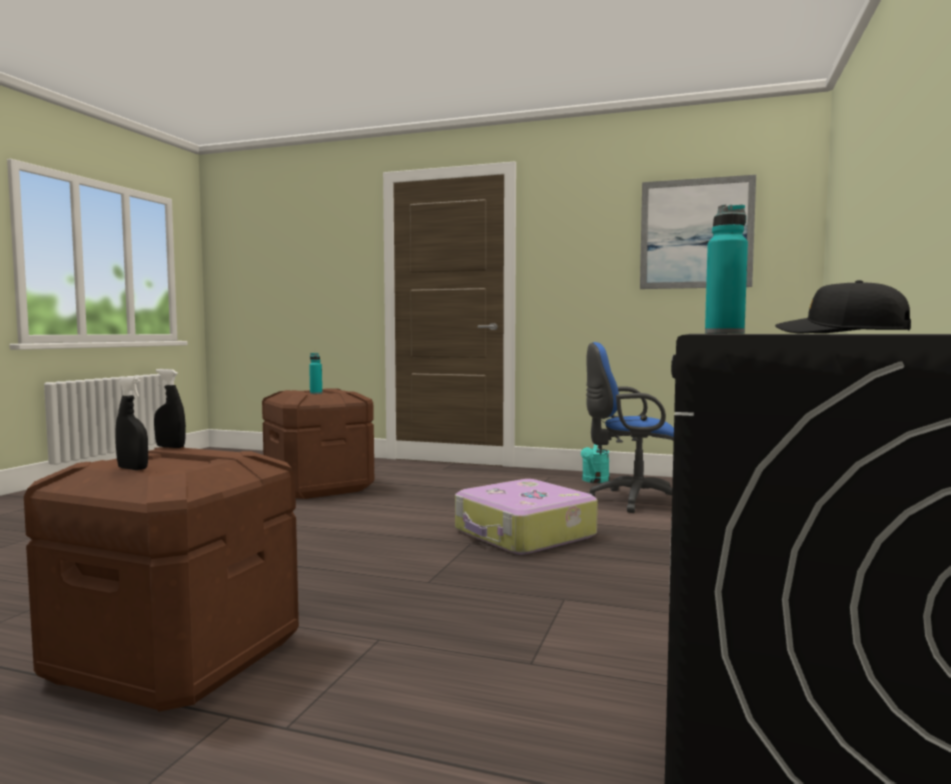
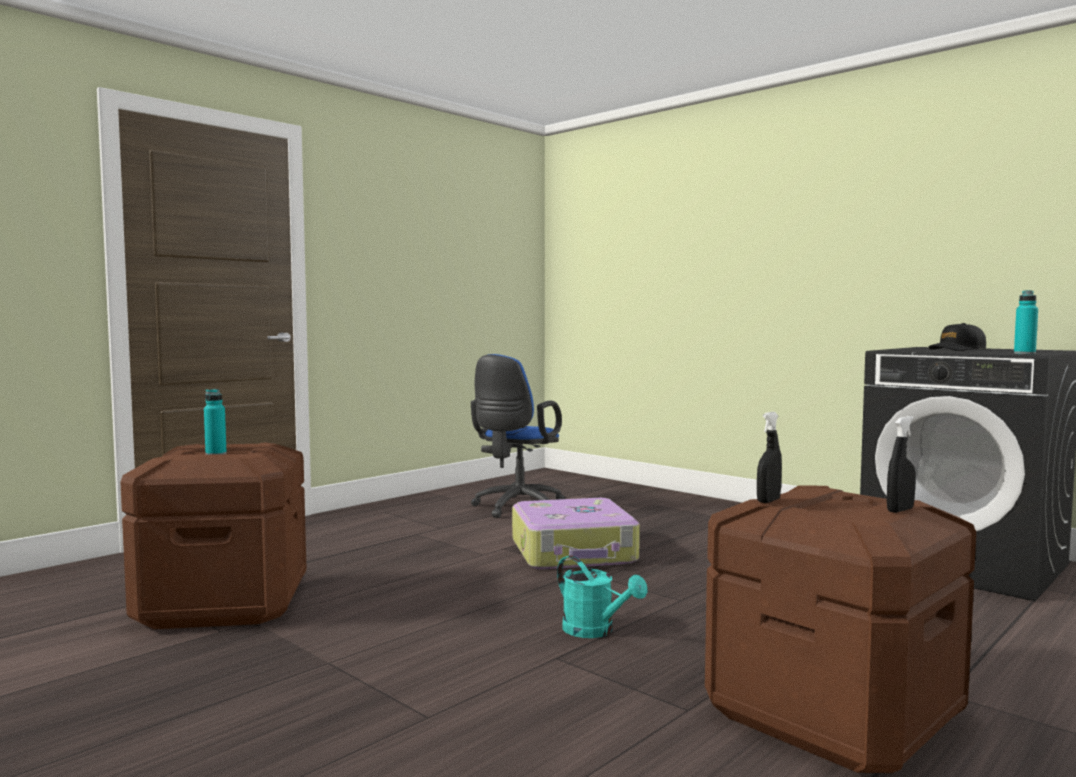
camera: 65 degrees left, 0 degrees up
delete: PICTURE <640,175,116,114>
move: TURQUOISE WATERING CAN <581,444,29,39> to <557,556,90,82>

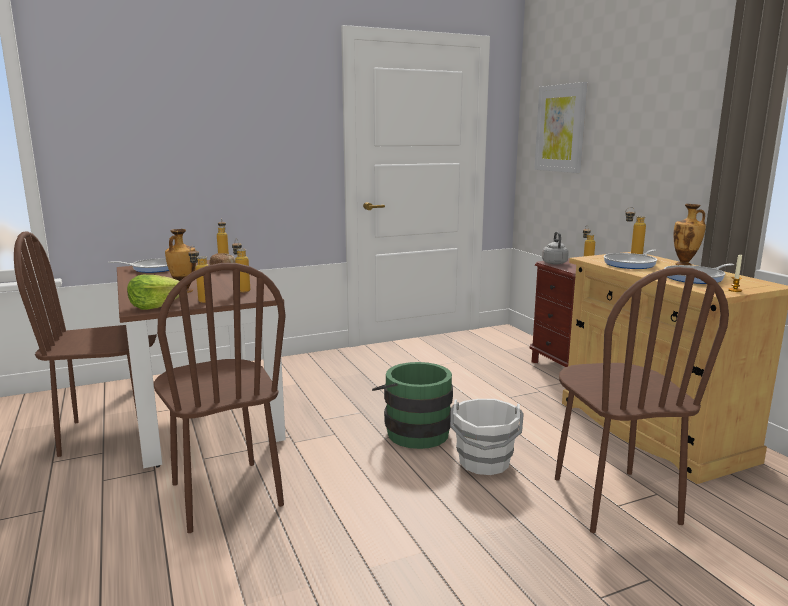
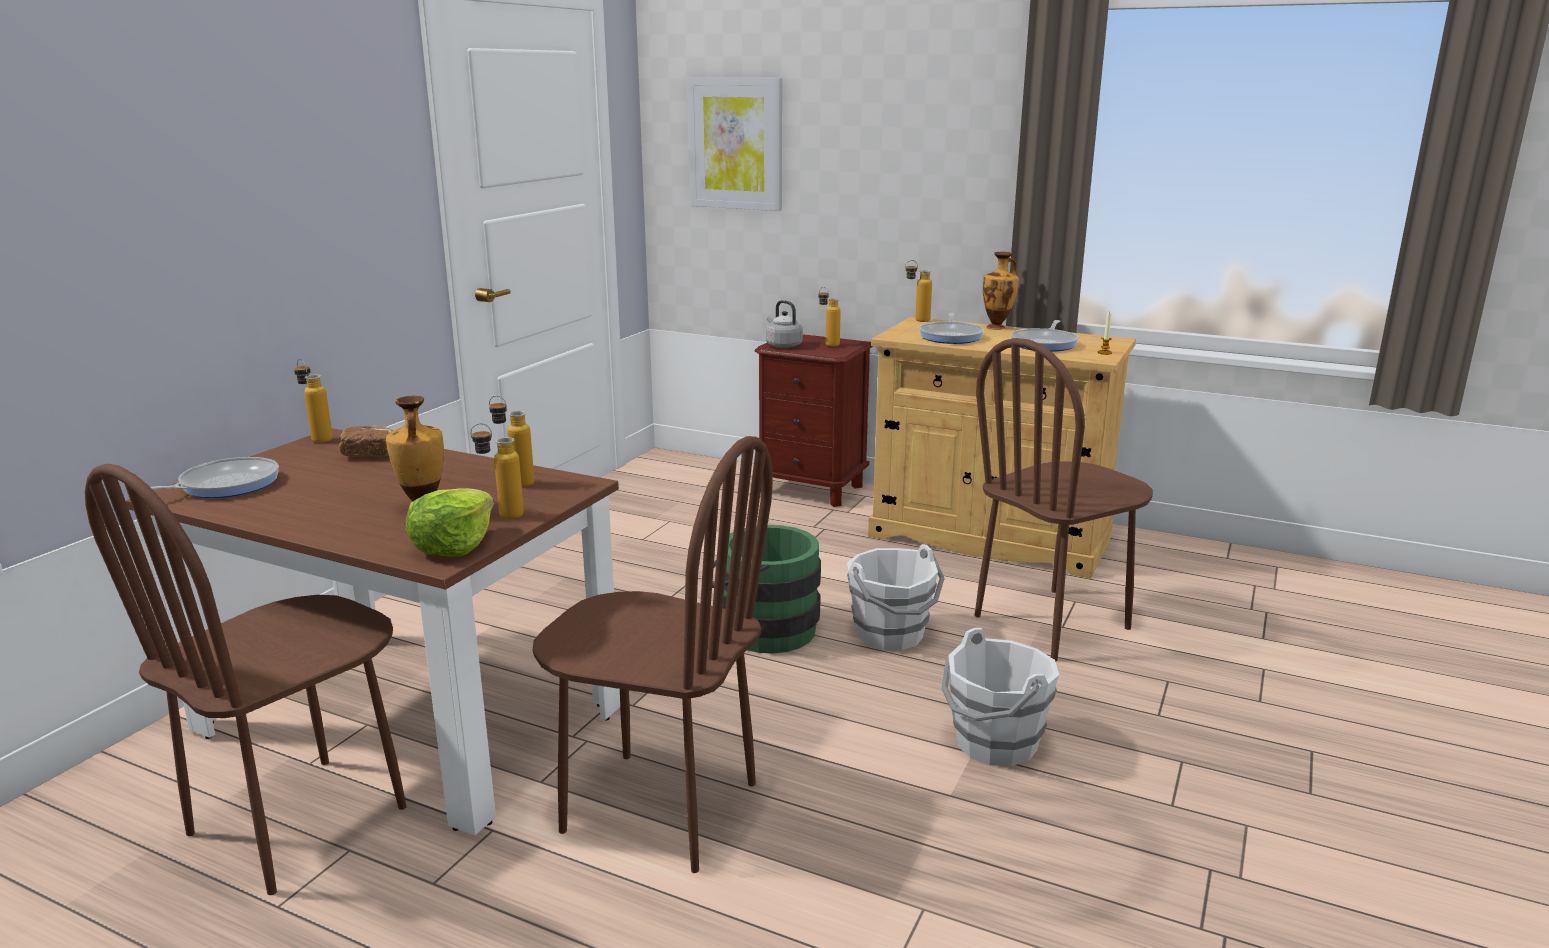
camera: 40 degrees left, 5 degrees up
insert: WHITE BUCKET <942,628,117,138>
rotate: BROWN CHAIR <555,267,174,266> = <975,338,178,324> 105 degrees clockwise

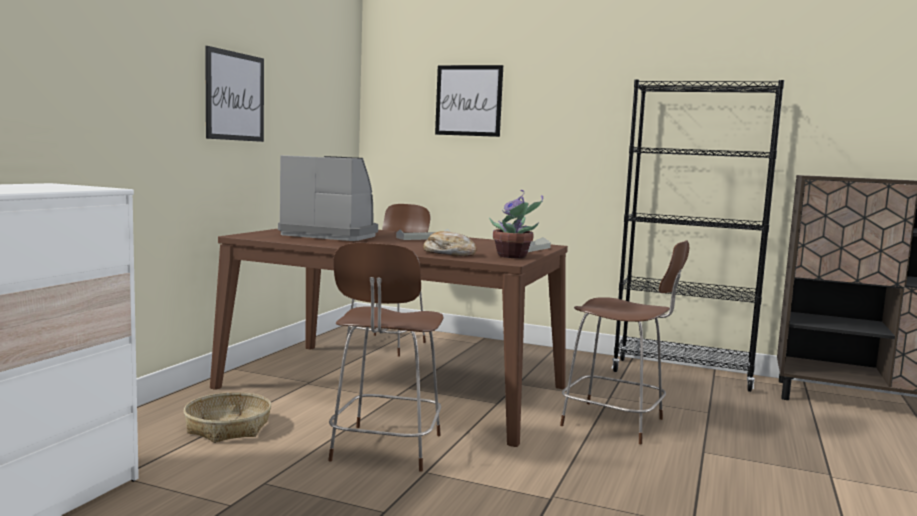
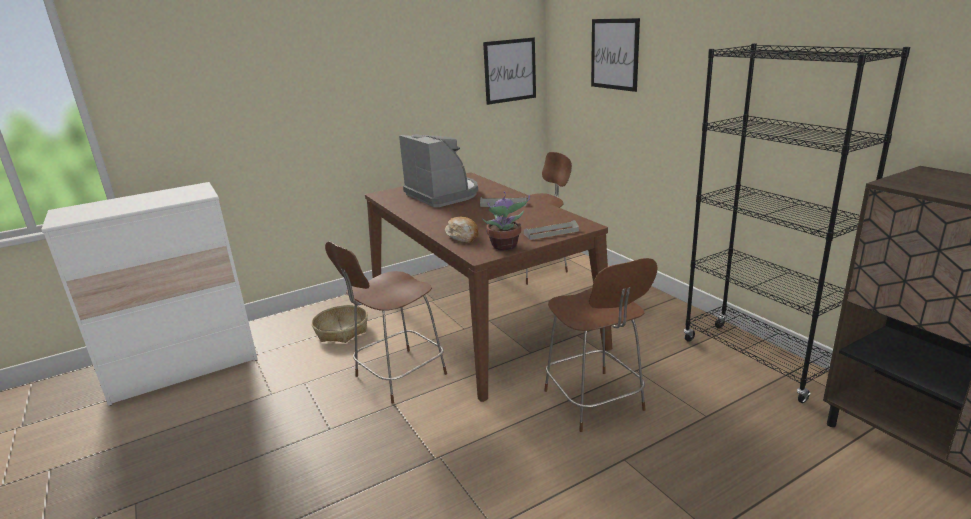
camera: 40 degrees right, 15 degrees up
move: PICTURE <205,46,59,96> to <483,37,53,68>

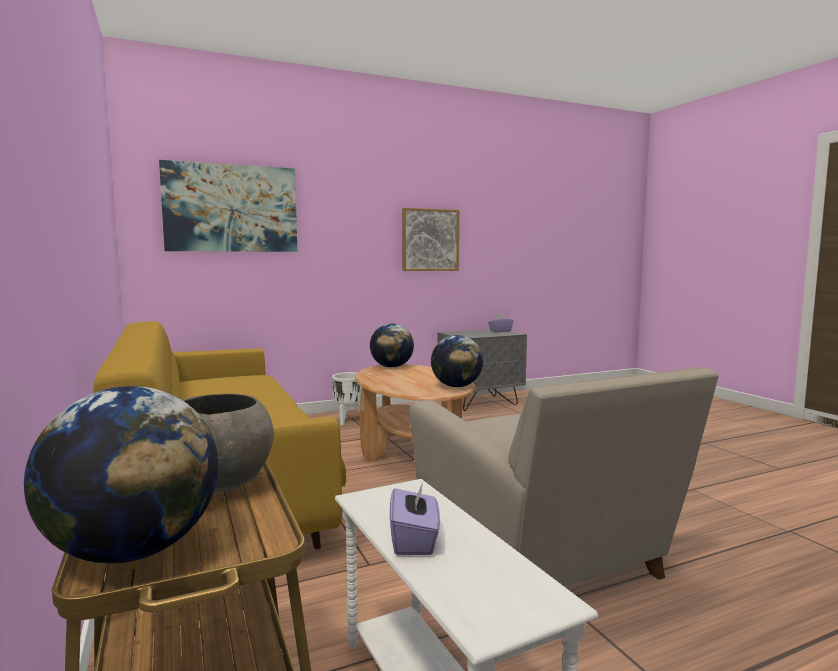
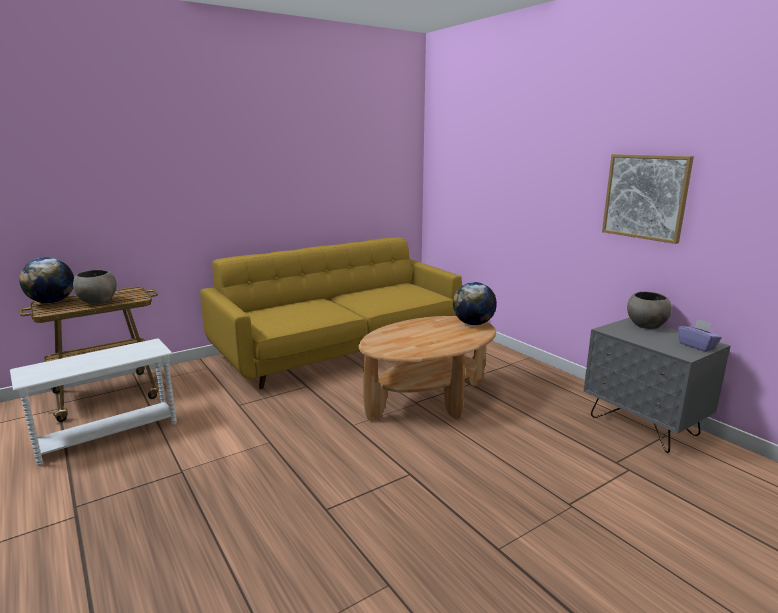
camera: 80 degrees right, 10 degrees up
delete: PICTURE <159,160,138,92>; WHITE PLANTER <332,372,30,53>; PURPLE TISSUE BOX <390,484,50,71>; BEIGE ARMCHAIR <409,367,310,220>; GLOBE <431,335,52,52>
insert: GREY BOWL <627,291,45,38>

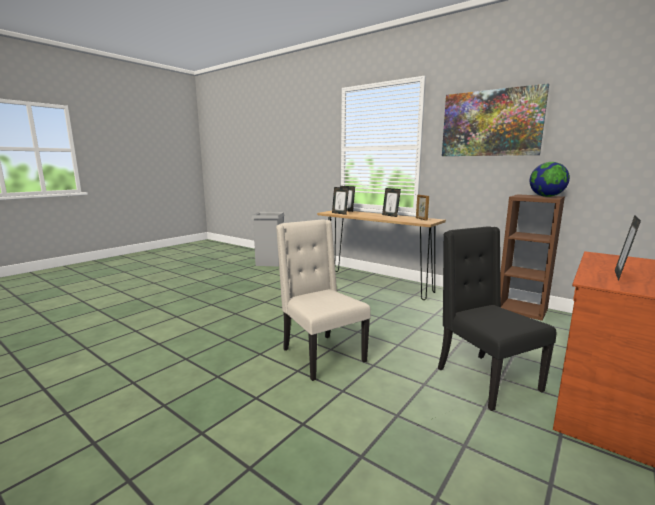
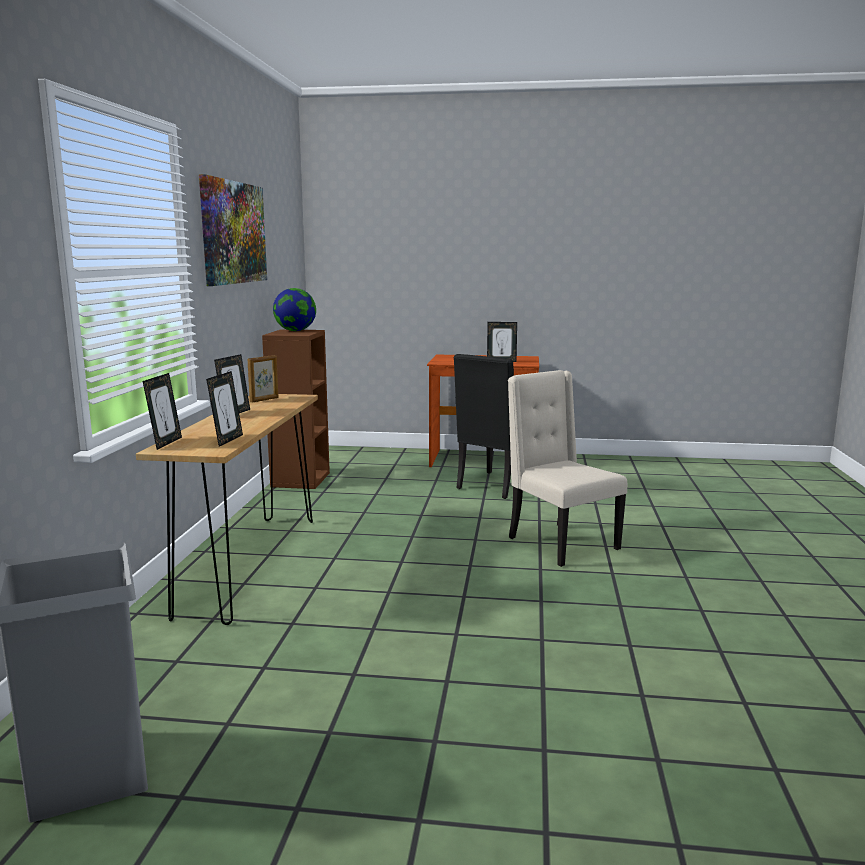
camera: 120 degrees left, 0 degrees up
rotate: BEIGE CHAIR <276,220,95,161> = <508,370,119,197> 120 degrees clockwise

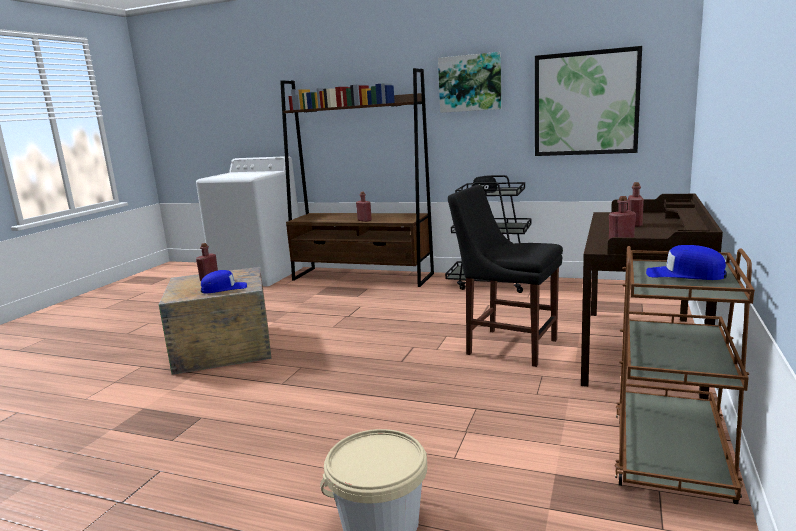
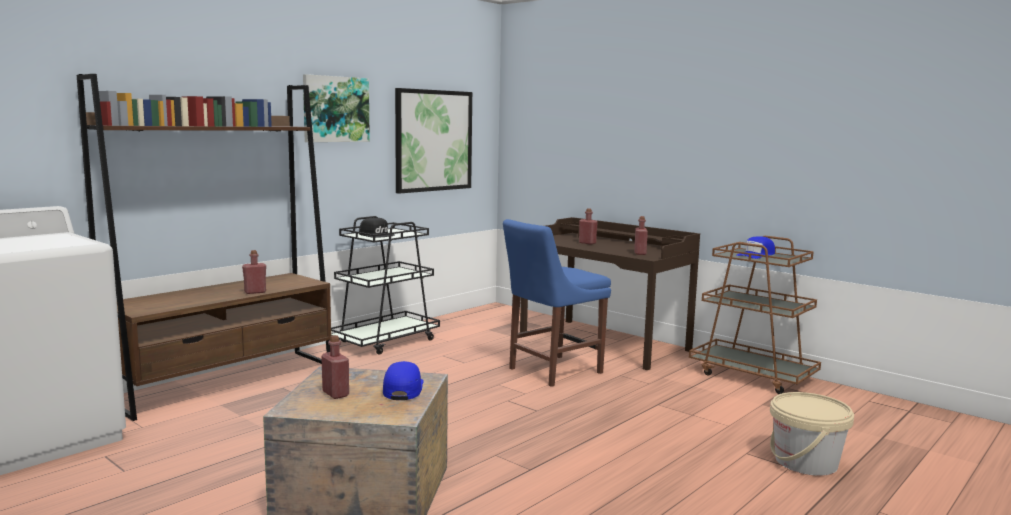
camera: 70 degrees left, 5 degrees down
recolor: BLACK CHAIR <448,185,115,182> to BLUE CHAIR <503,219,108,168>

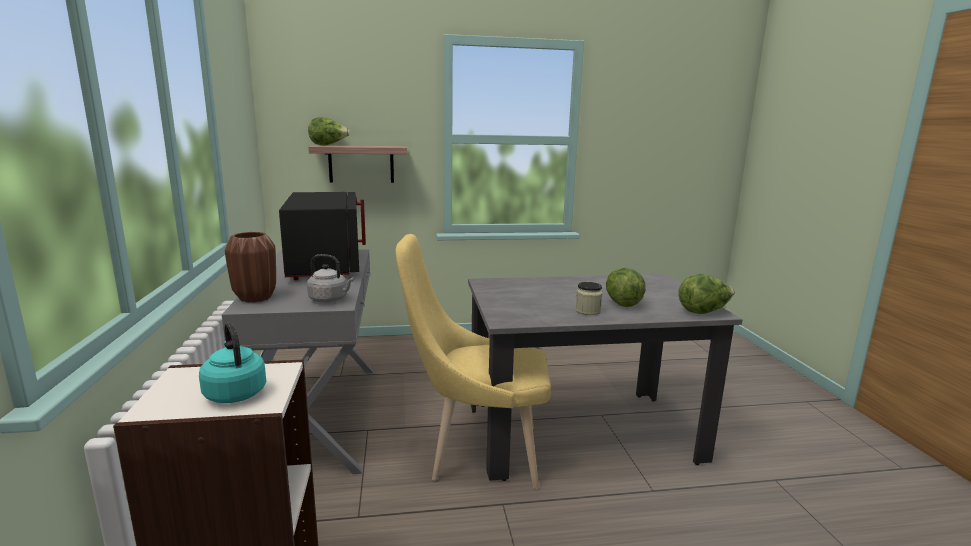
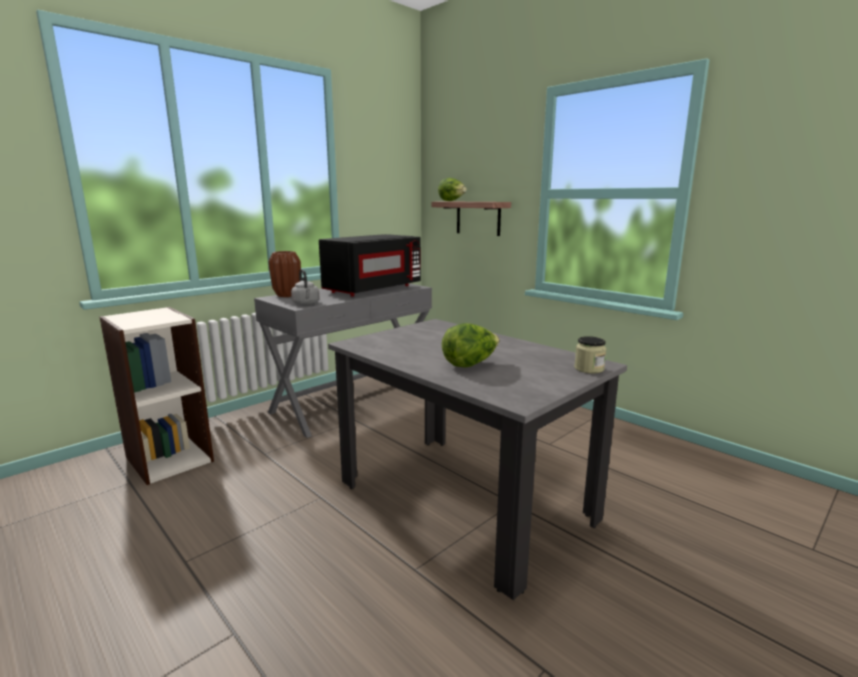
camera: 55 degrees right, 0 degrees up
delete: TURQUOISE KETTLE <199,322,67,81>; YELLOW CHAIR <396,234,155,255>; LETTUCE <679,274,56,40>
move: JAR <575,282,28,33> to <574,336,32,38>

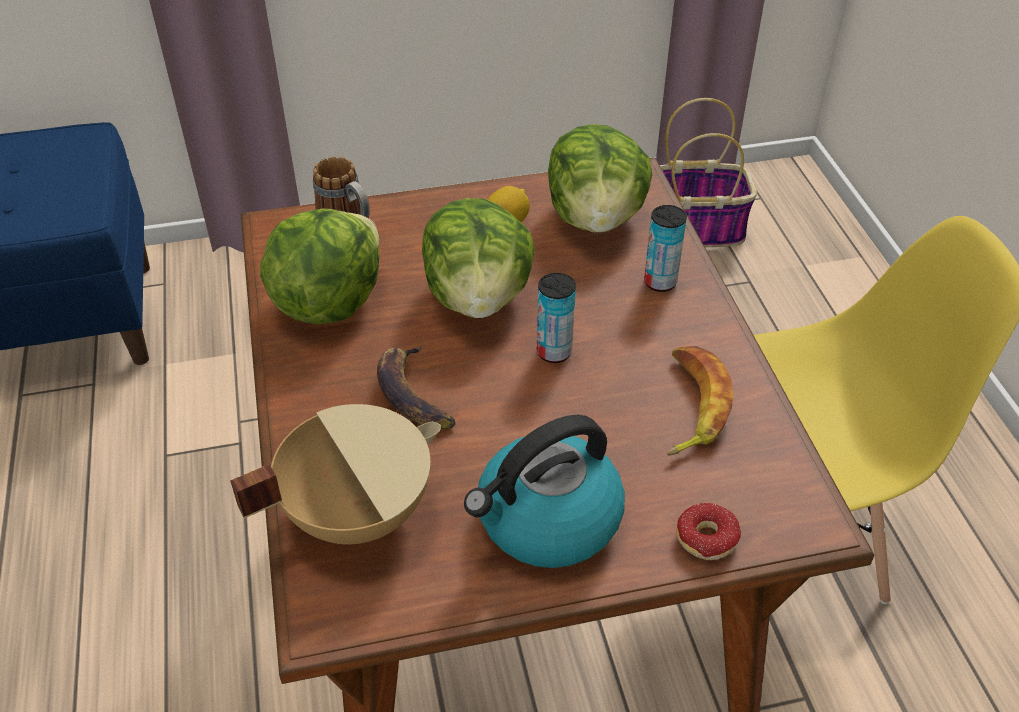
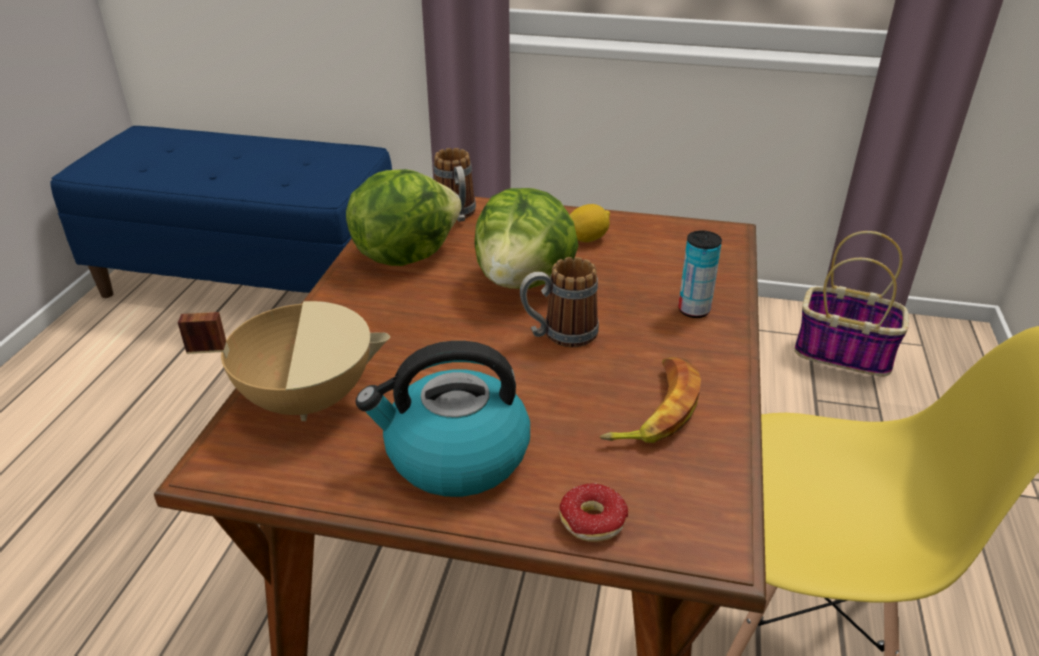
camera: 25 degrees right, 10 degrees down
delete: BANANA <377,345,79,84>; LETTUCE <548,124,105,109>
replace: CAN <537,273,39,90> to MUG <520,257,79,90>

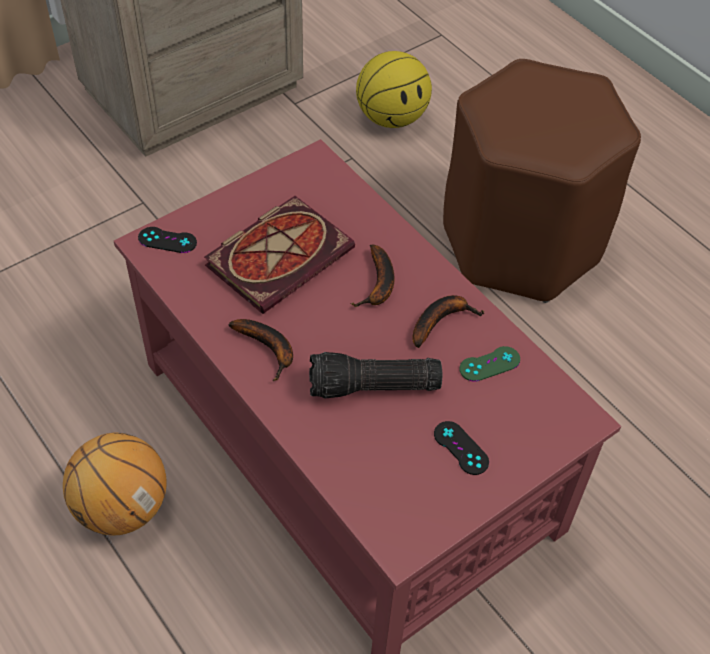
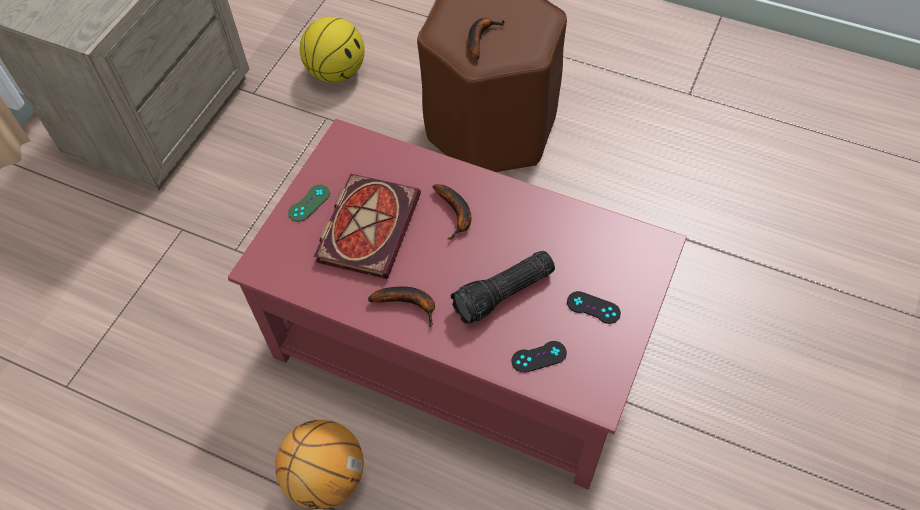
camera: 25 degrees left, 5 degrees up
move: GREEN GAME CONTROLLER <459,346,61,36> to <288,185,42,37>; BANANA <412,295,72,53> to <467,18,38,41>; BLACK GAME CONTROLLER <138,227,59,26> to <512,341,55,32>

